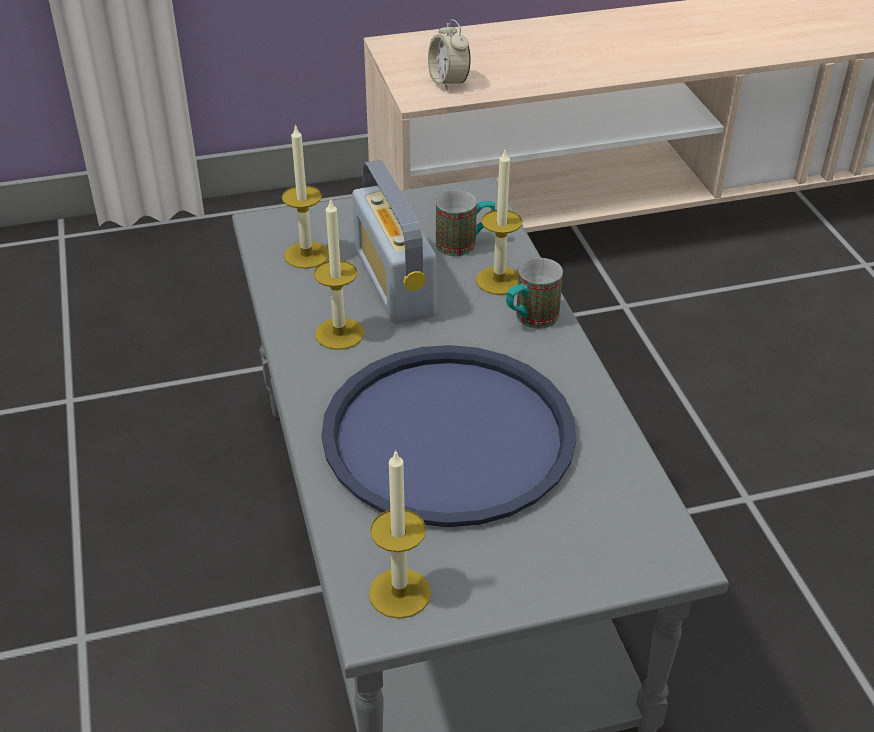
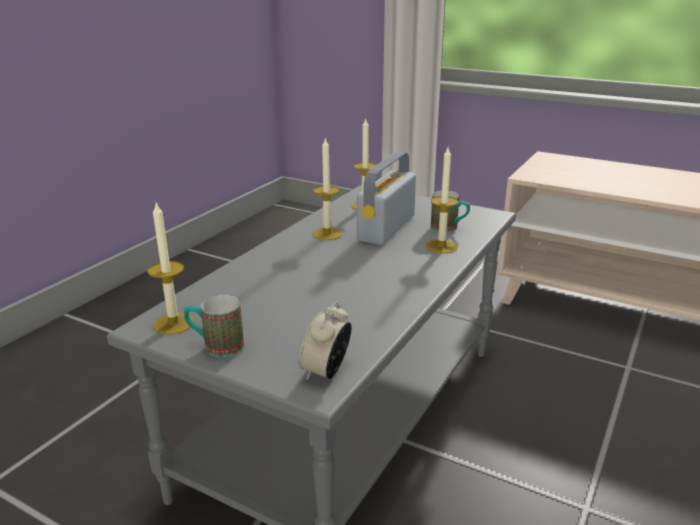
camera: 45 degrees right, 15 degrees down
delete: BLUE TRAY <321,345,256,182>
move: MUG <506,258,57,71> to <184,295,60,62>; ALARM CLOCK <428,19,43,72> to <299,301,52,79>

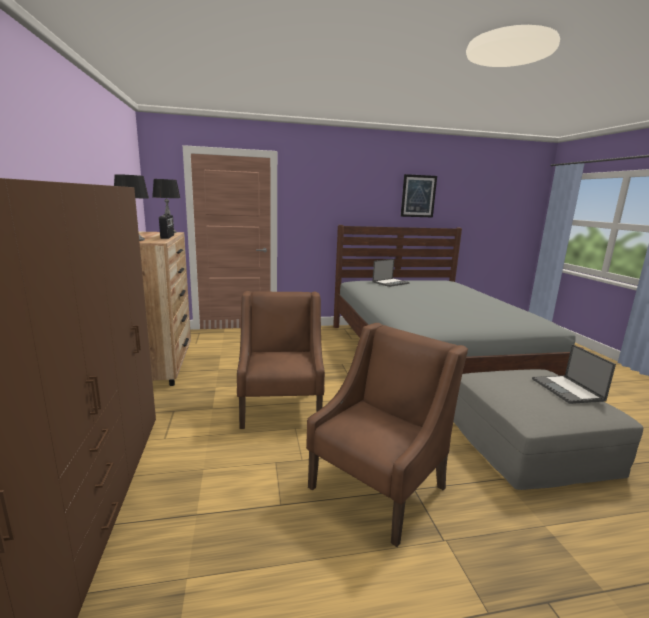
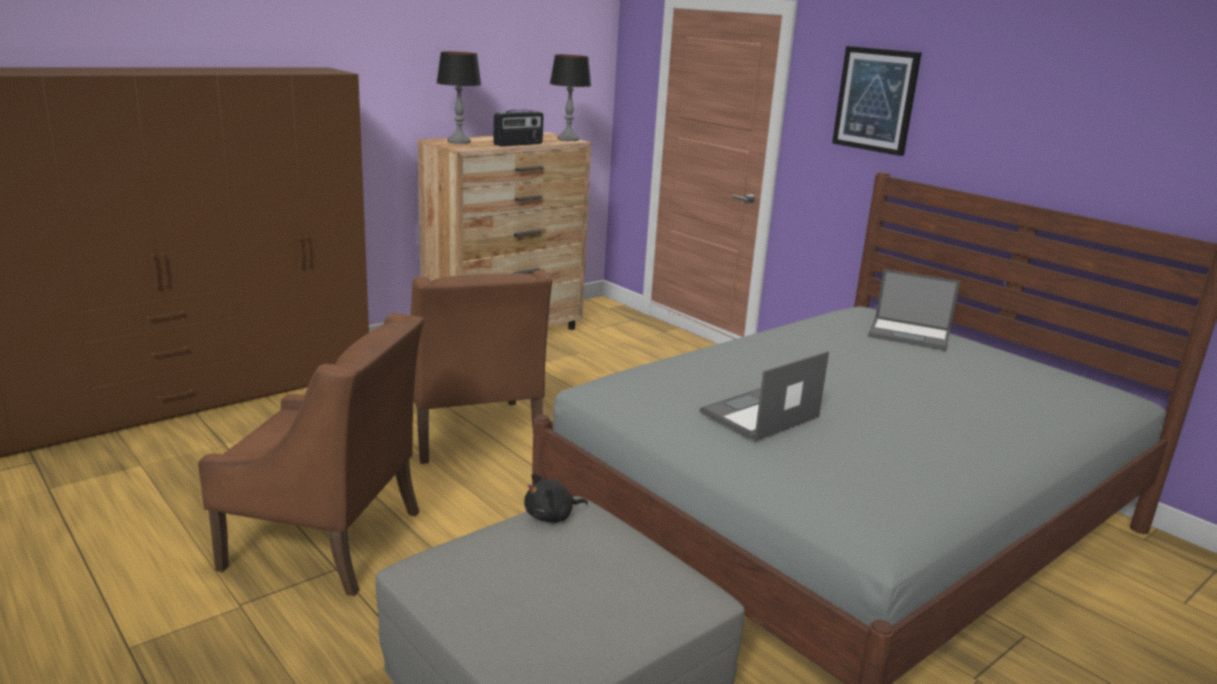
camera: 60 degrees right, 5 degrees up
insert: BLACK PLUSH TOY <524,473,64,50>
move: LAPTOP <532,344,84,60> to <700,351,129,90>; PICTURE <401,174,36,44> to <832,46,90,110>
rotate: BROWN ARMCHAIR <237,291,88,138> = <410,271,143,193> 105 degrees clockwise

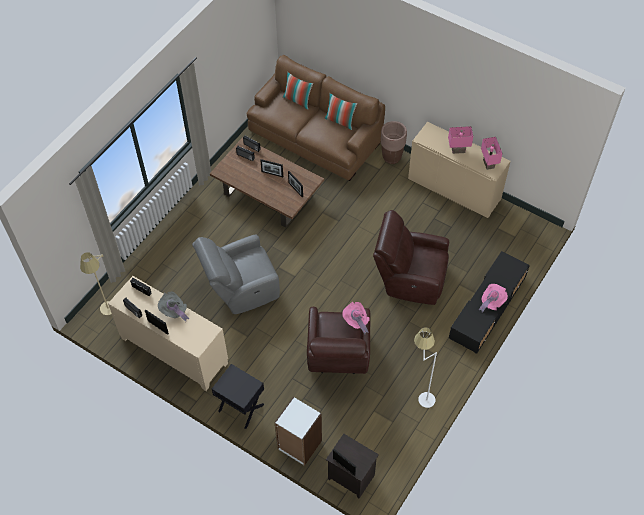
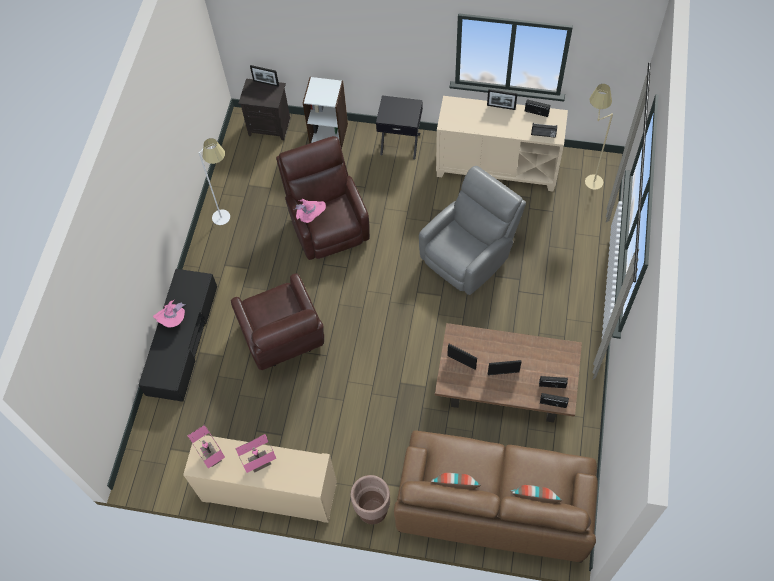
camera: 160 degrees right, 5 degrees up
delete: GREY HAT <158,292,31,29>
rotate: BROWN ARMCHAIR <373,210,76,95> = <231,273,93,97> 75 degrees clockwise

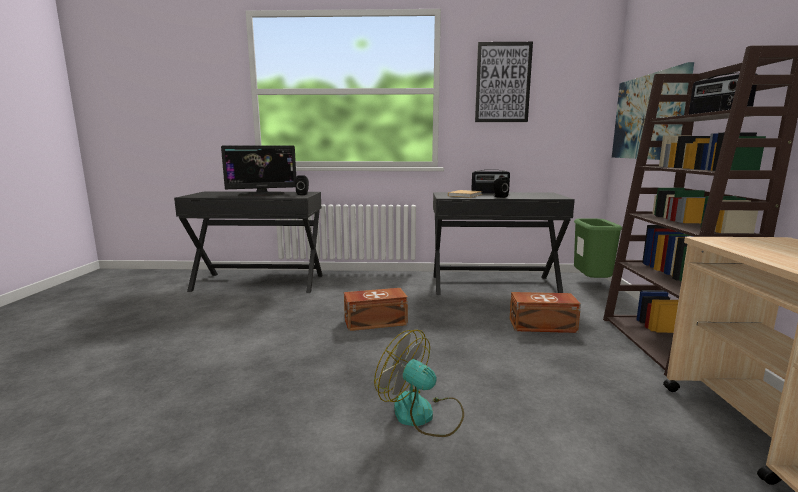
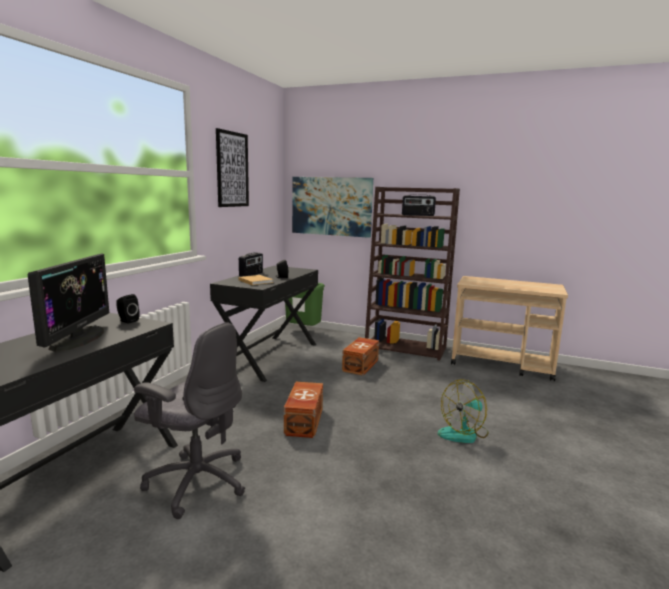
camera: 70 degrees left, 0 degrees up
insert: GREY OFFICE CHAIR <134,322,111,197>

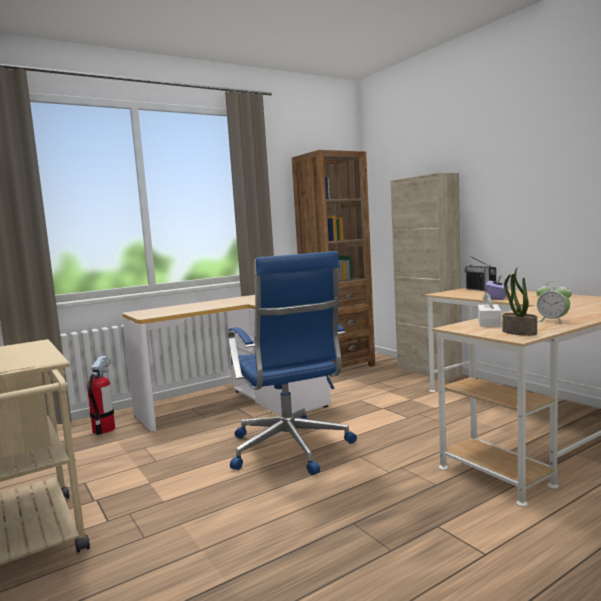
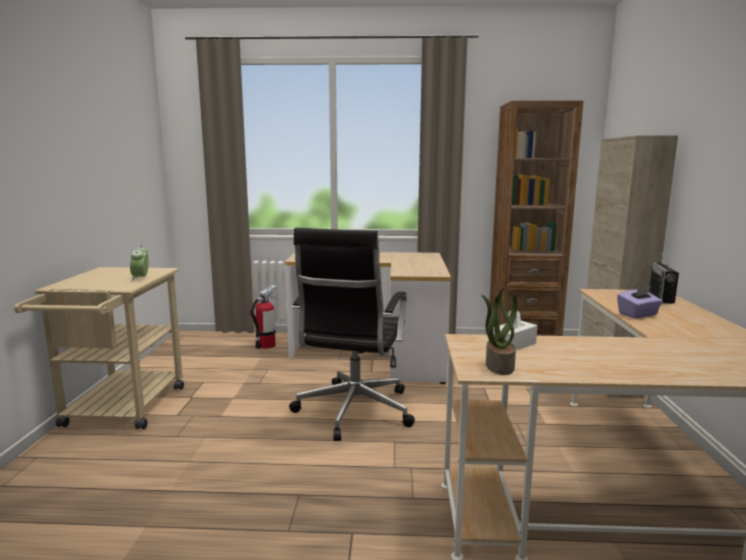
camera: 35 degrees right, 5 degrees up
move: ALARM CLOCK <536,282,36,42> to <130,244,19,38>
recolor: BLUE OFFICE CHAIR <228,251,129,224> to BLACK OFFICE CHAIR <289,228,126,213>

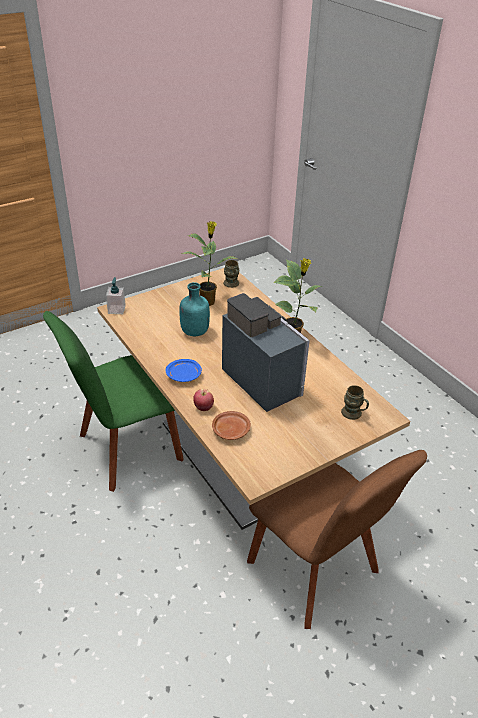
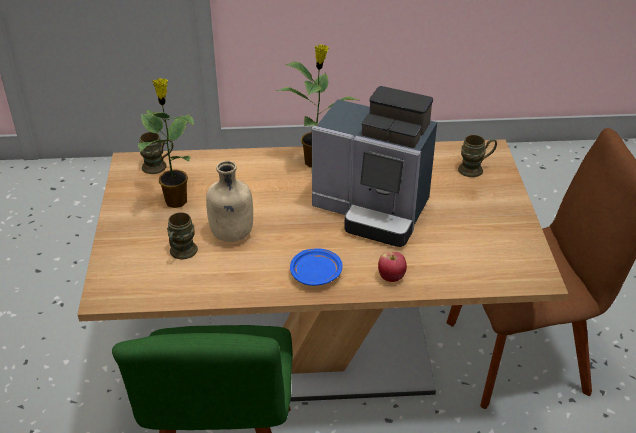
camera: 60 degrees left, 0 degrees up
delete: SOAP DISPENSER <106,277,20,37>; BROWN PLATE <212,411,39,29>
insert: BROWN MUG <167,212,31,47>
recolor: TURQUOISE BOTTLE <179,282,31,54> to BEIGE BOTTLE <206,161,47,81>
rotate: COFFEE MACHINE <222,293,88,119> = <312,86,125,161> 150 degrees counterclockwise

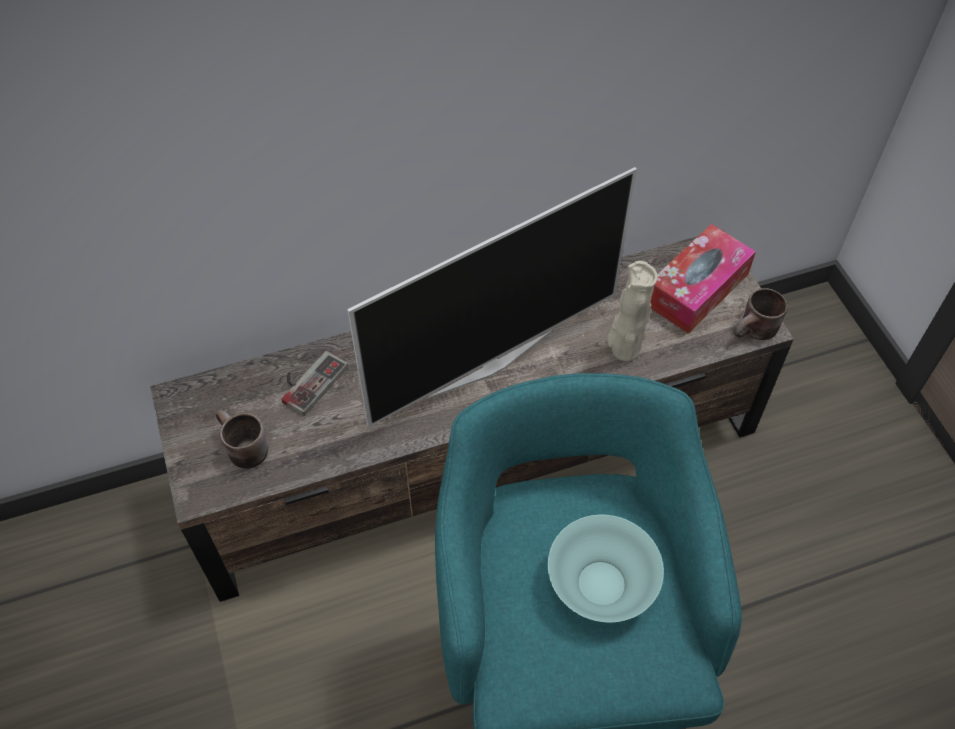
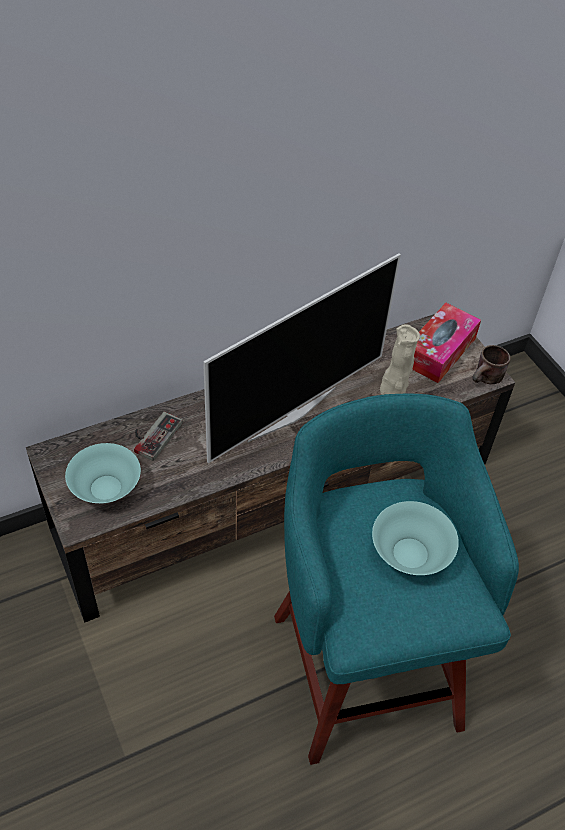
camera: 10 degrees left, 5 degrees down
replace: BROWN MUG <215,410,53,59> to TURQUOISE BOWL <65,443,76,60>

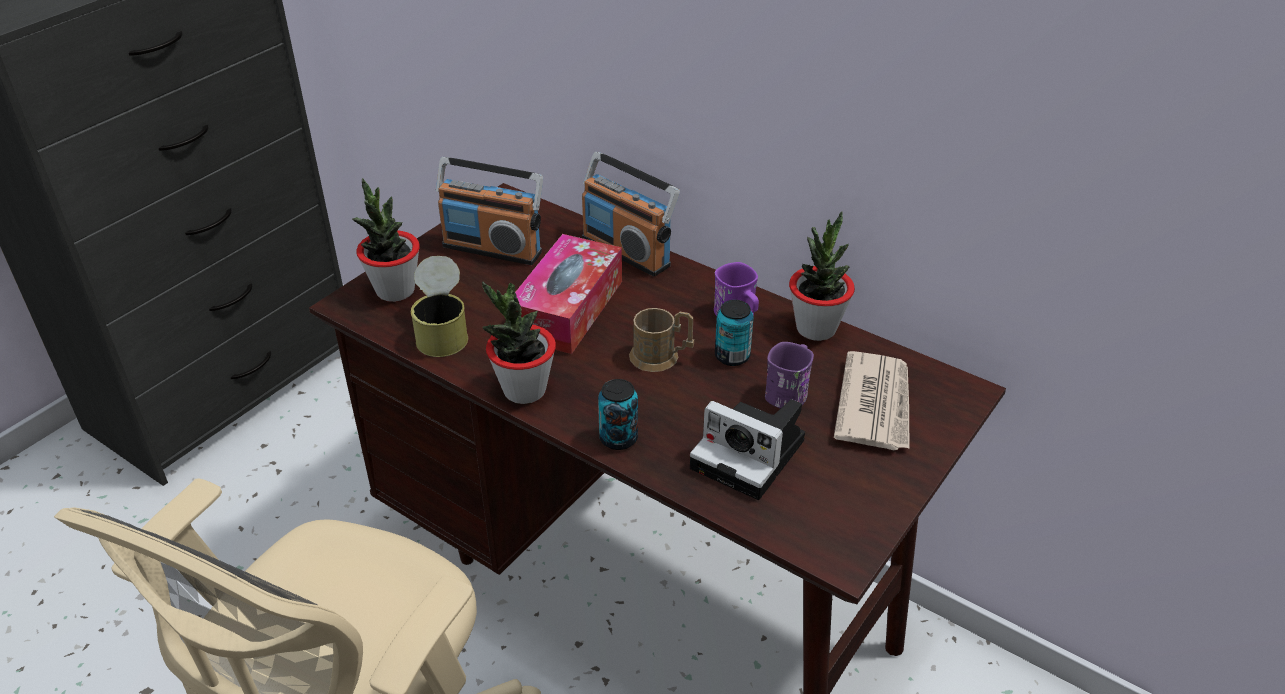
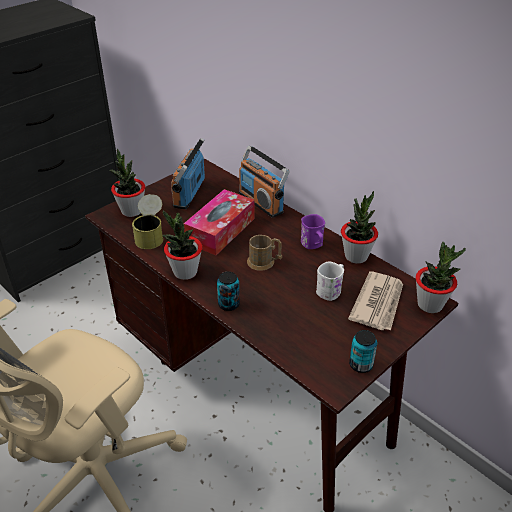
camera: 10 degrees right, 0 degrees up
delete: PHOTO CAMERA <690,399,115,101>
insert: POTTED PLANT <416,242,50,71>
move: CAN <715,300,38,66> to <349,330,28,43>
recolor: PURPLE MUG <765,342,49,67> to WHITE MUG <316,261,28,40>
rotate: RADIO <436,157,107,108> = <171,138,34,71> 75 degrees clockwise

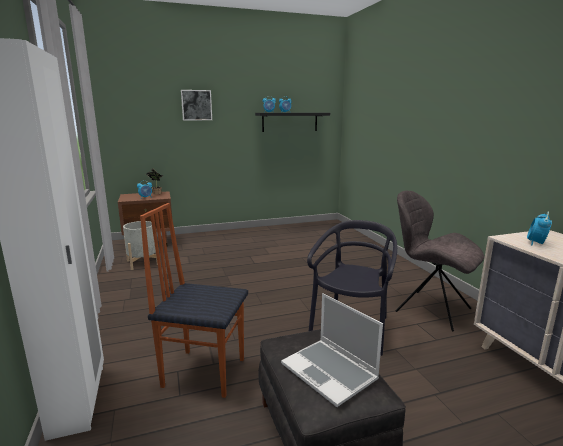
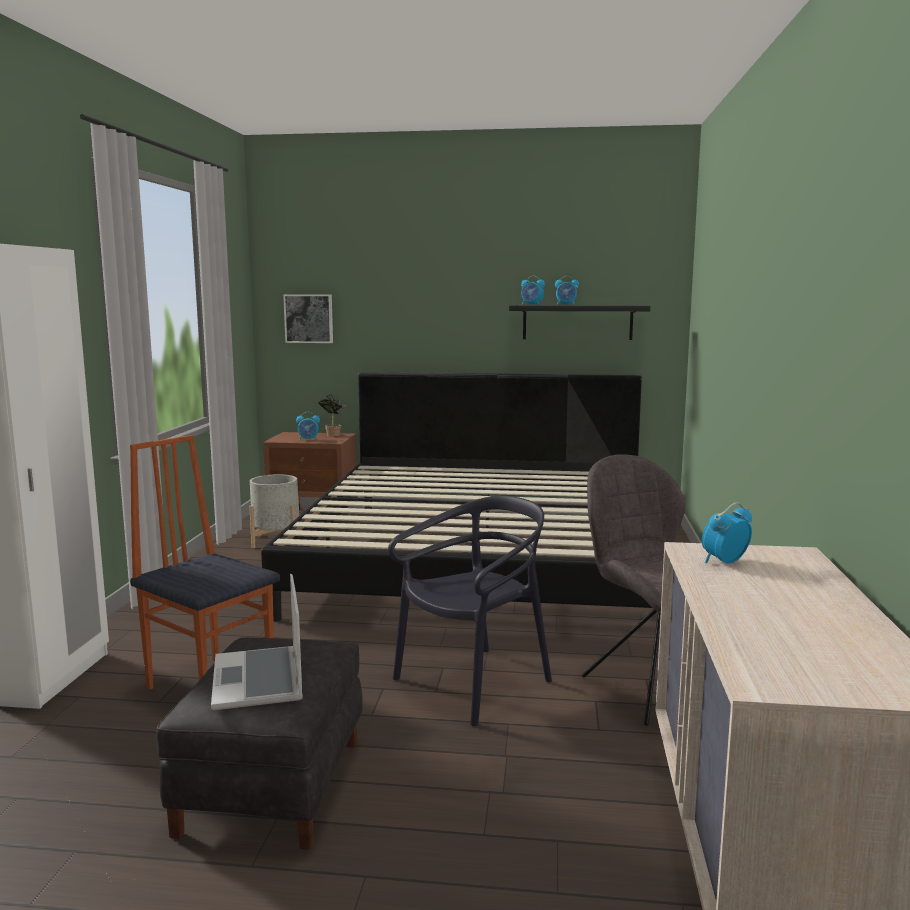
camera: 25 degrees right, 5 degrees down
insert: BED <261,372,392,250>
move: PICTURE <181,90,31,30> to <283,294,50,49>

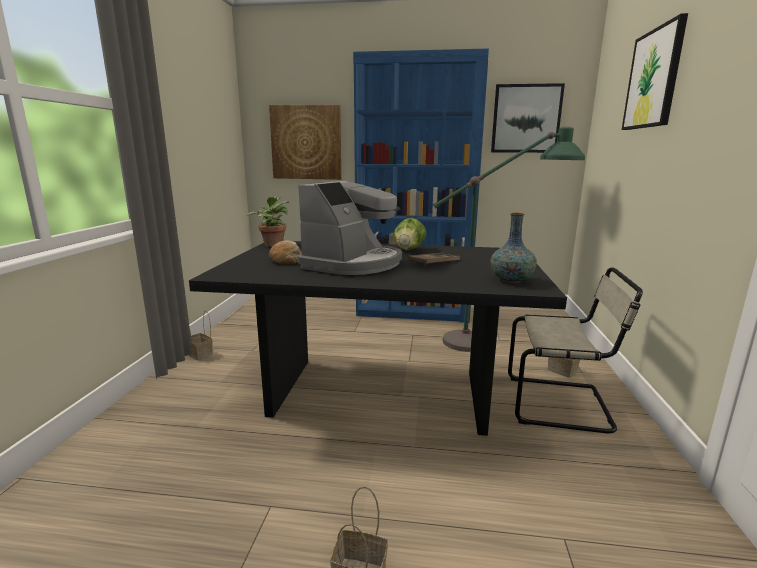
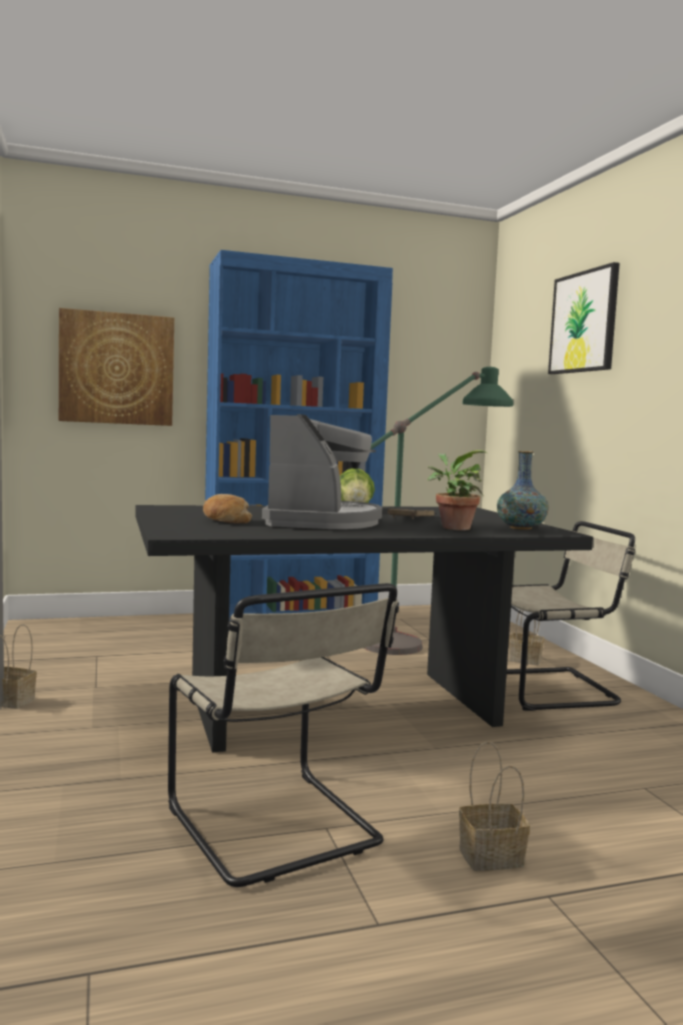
camera: 25 degrees left, 10 degrees down
delete: PICTURE <491,83,74,70>
insert: BEIGE CHAIR <168,583,231,304>
move: POTTED PLANT <247,197,42,50> to <428,450,59,80>

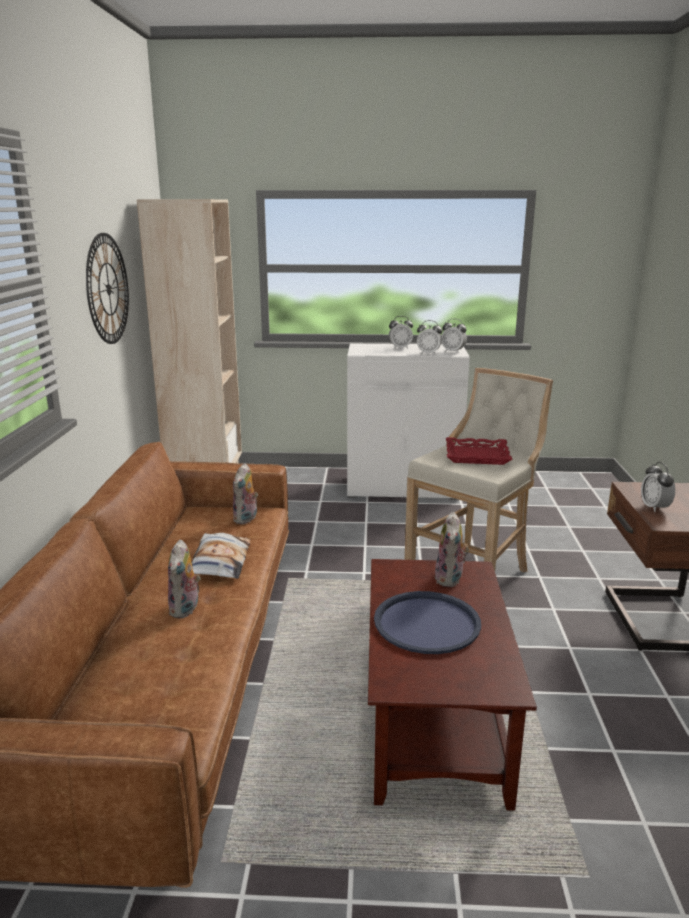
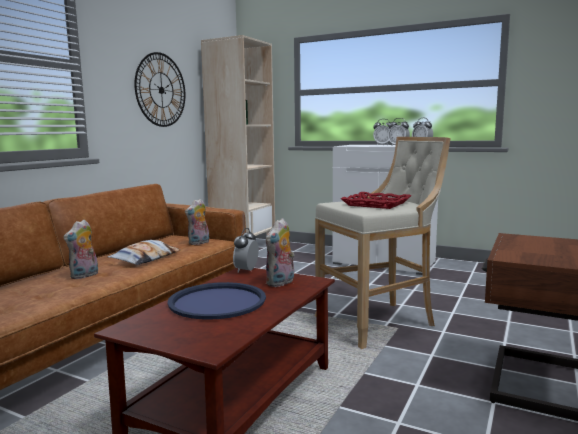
camera: 25 degrees right, 10 degrees down
move: ALARM CLOCK <641,462,34,50> to <233,228,26,45>

